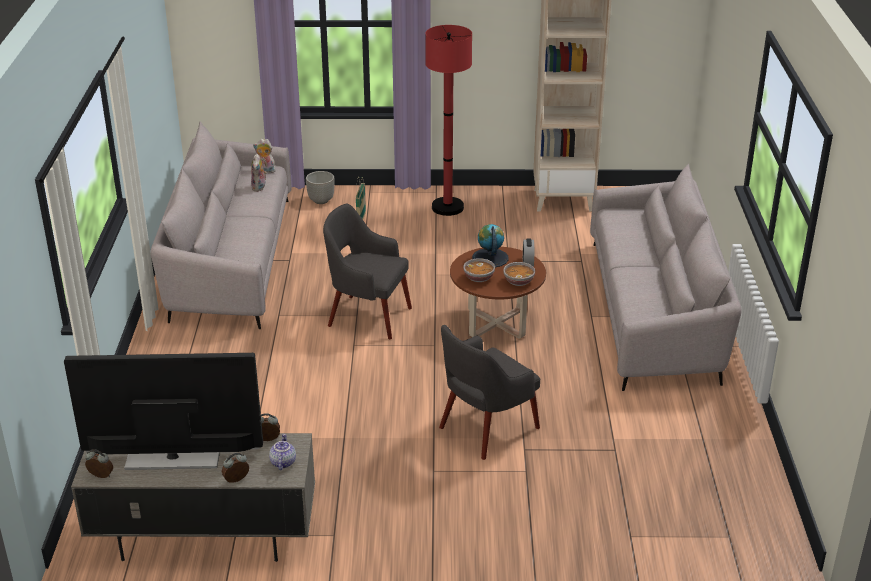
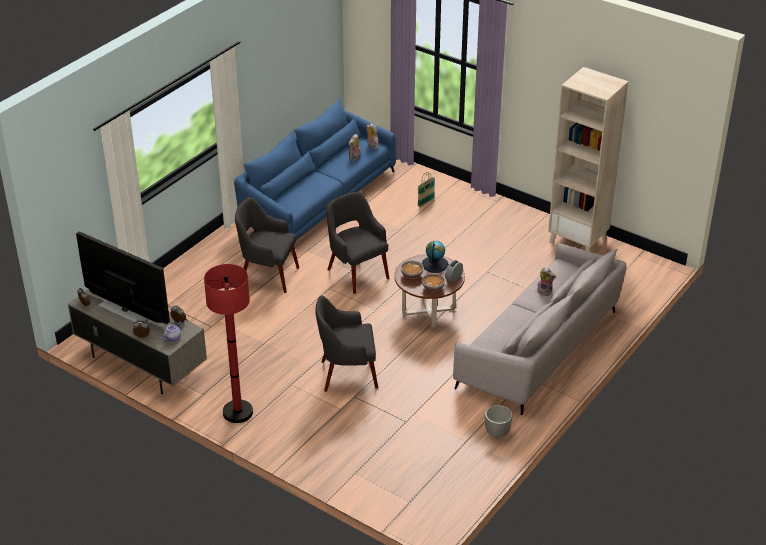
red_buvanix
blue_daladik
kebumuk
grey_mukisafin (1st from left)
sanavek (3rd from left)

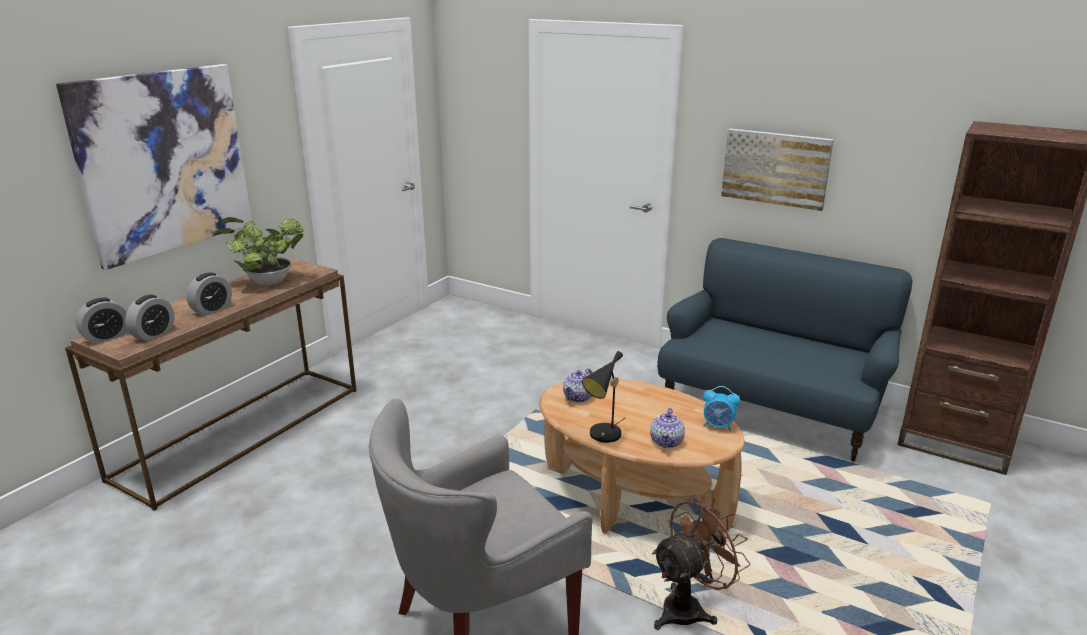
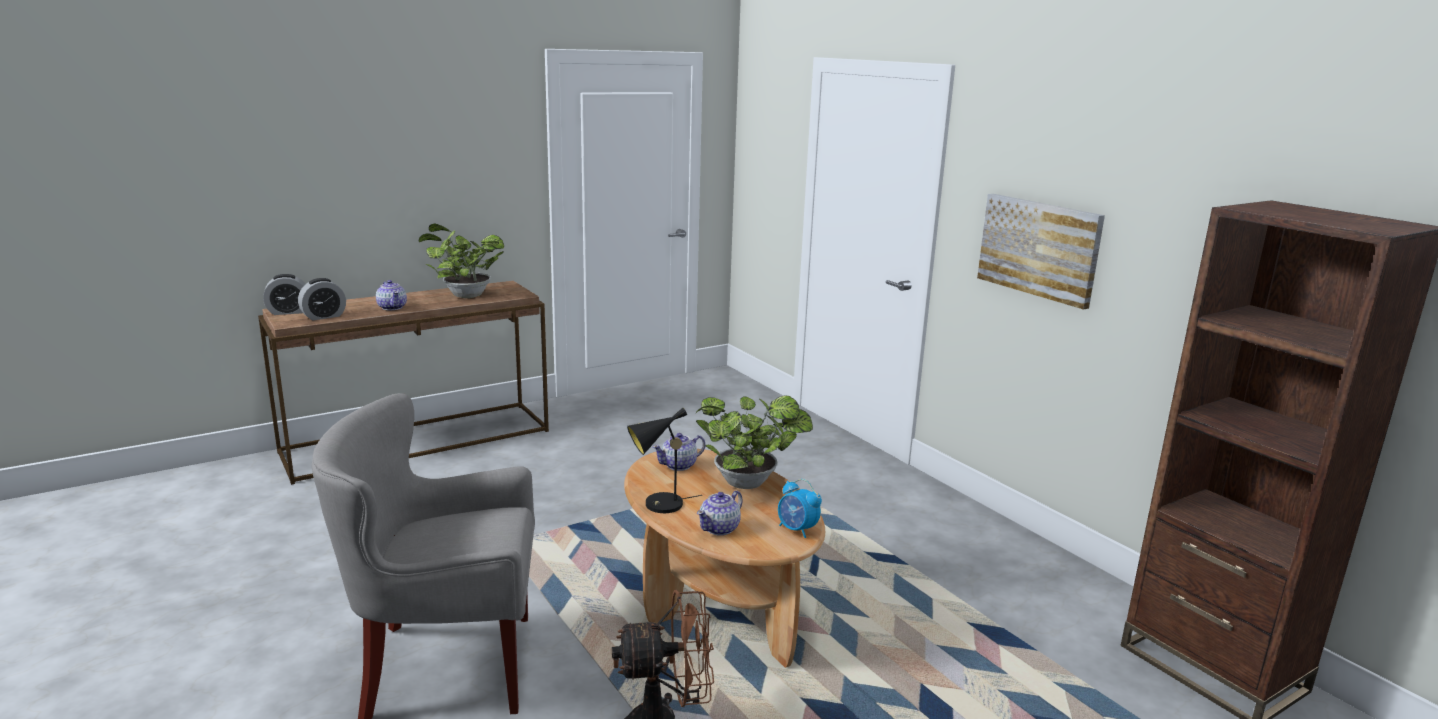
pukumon (1st from left in the first image)
blue_daladik
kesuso (1st from left)
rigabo (2nd from left)

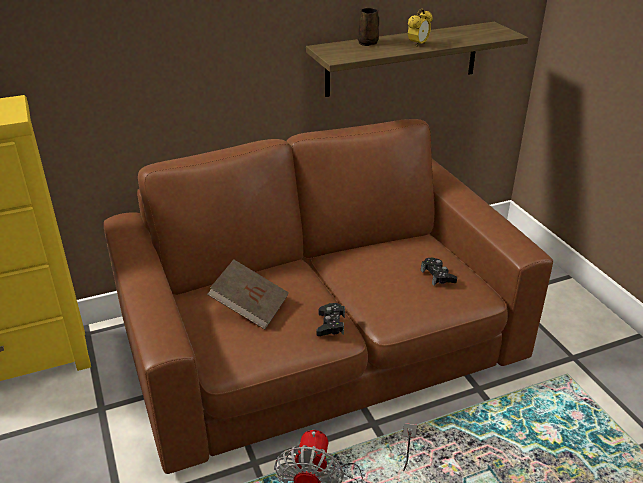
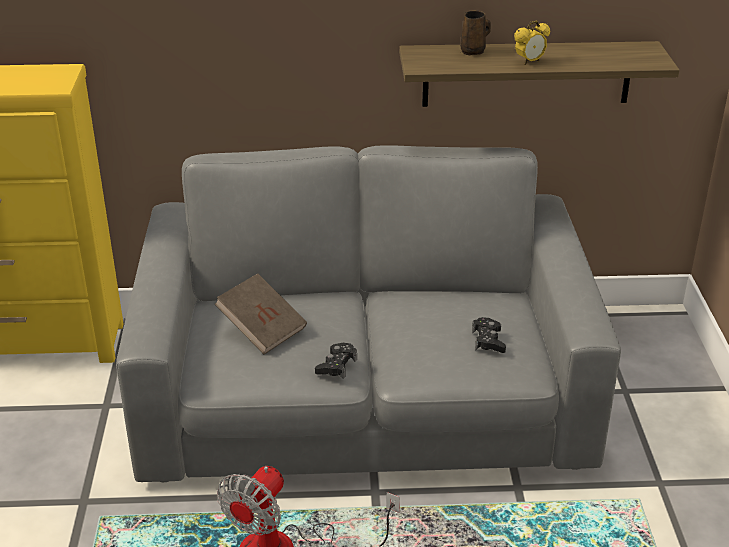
grey_daladik

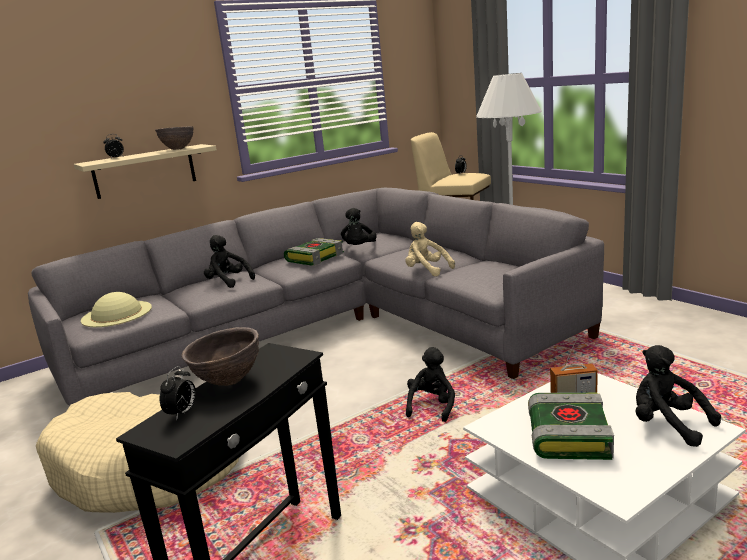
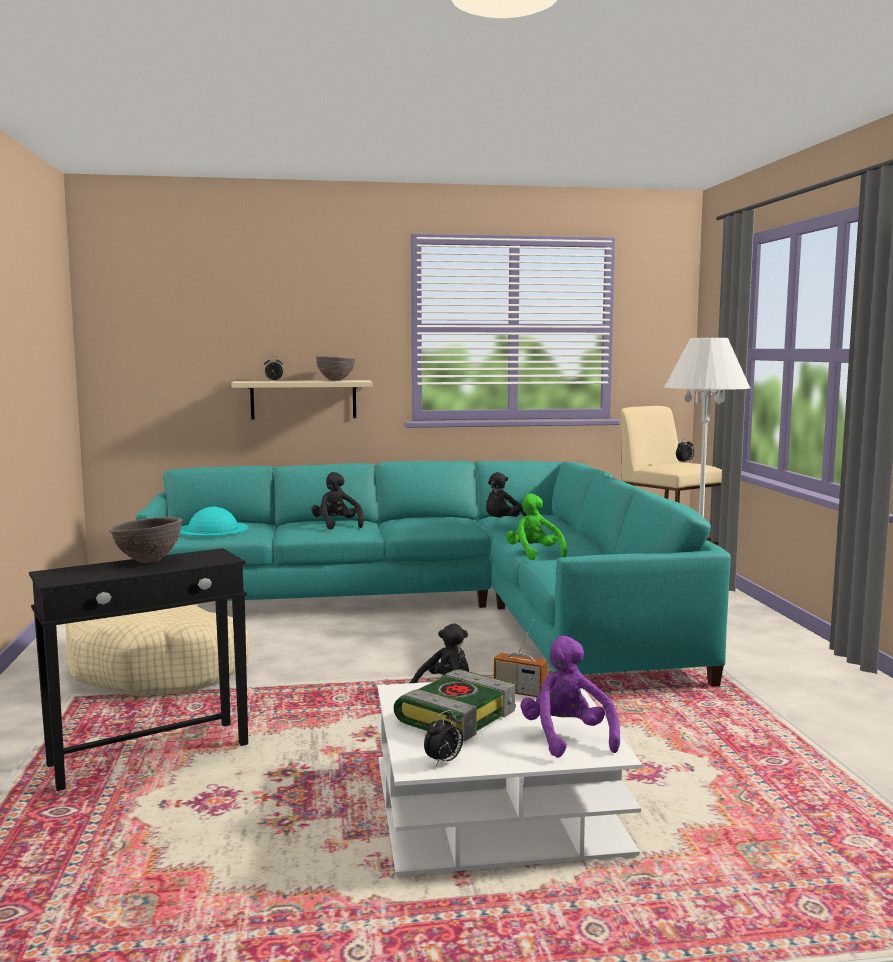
turquoise_daladik
green_sanavek
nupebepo (1st from left in the first image)
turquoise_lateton
purple_sanavek
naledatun (2nd from left)

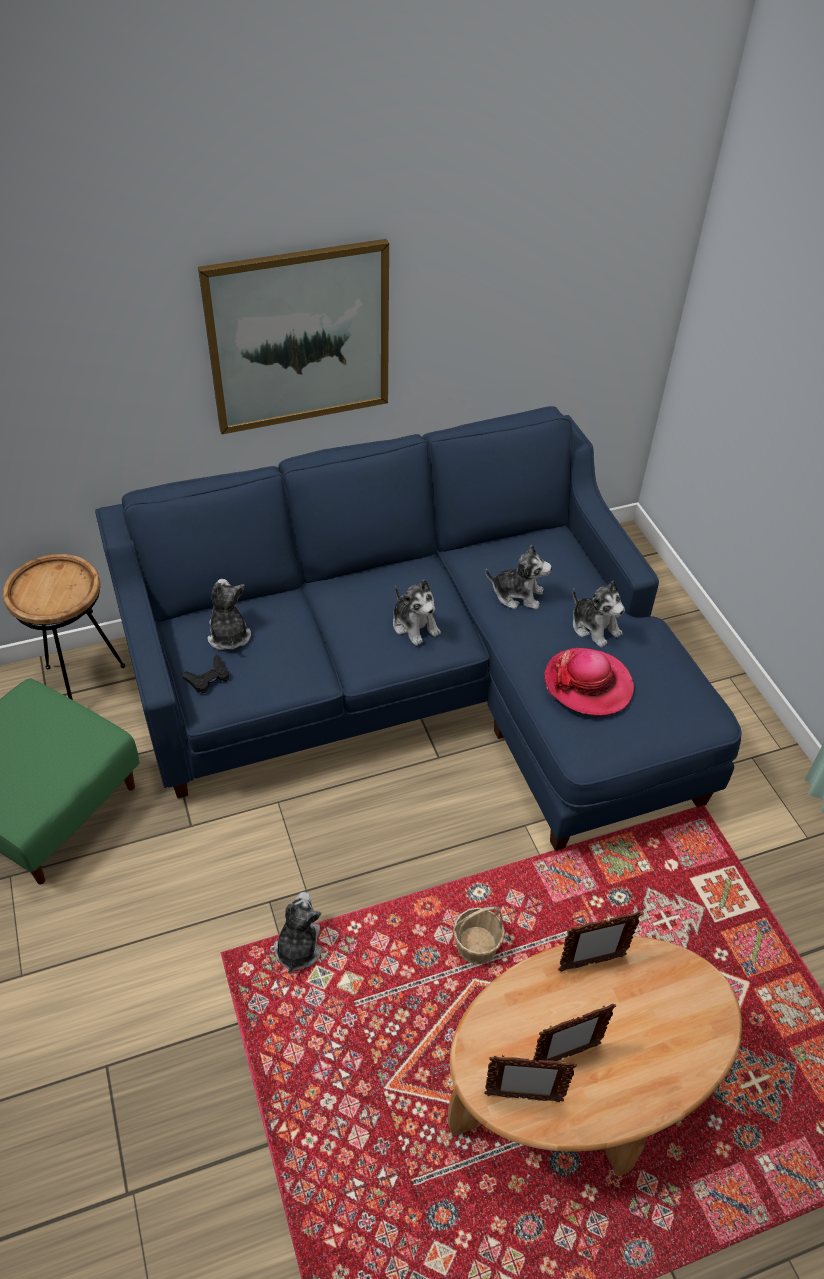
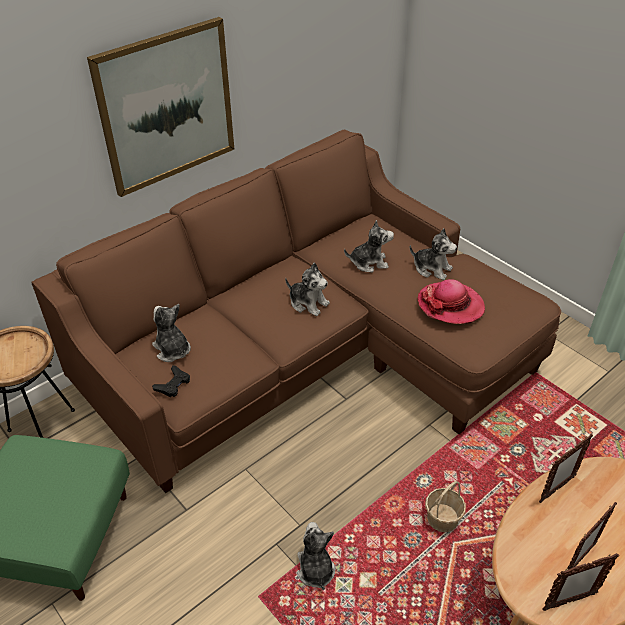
brown_daladik

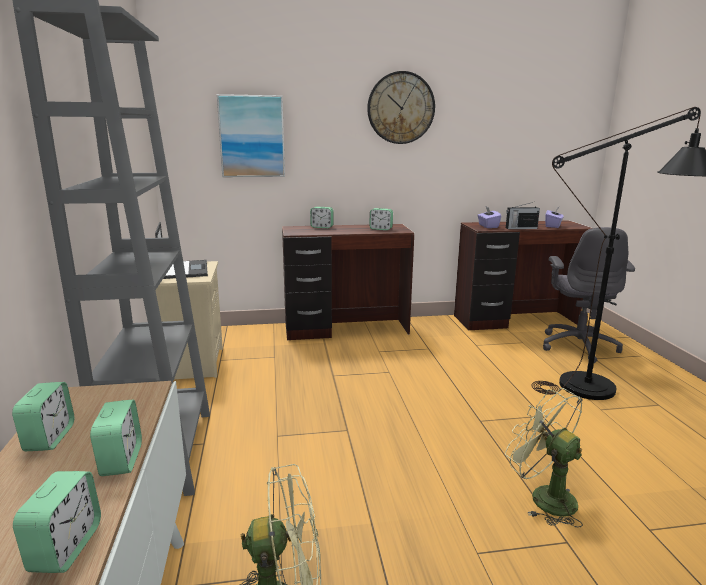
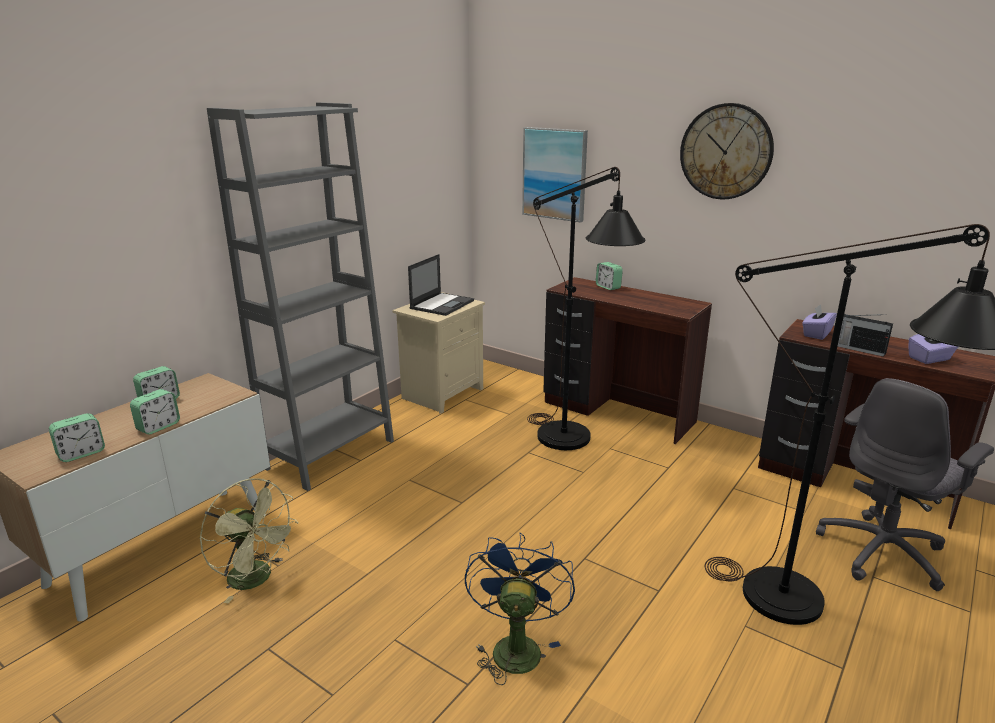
naledatun (5th from left in the first image)
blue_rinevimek
black_buvanix (1st from left)

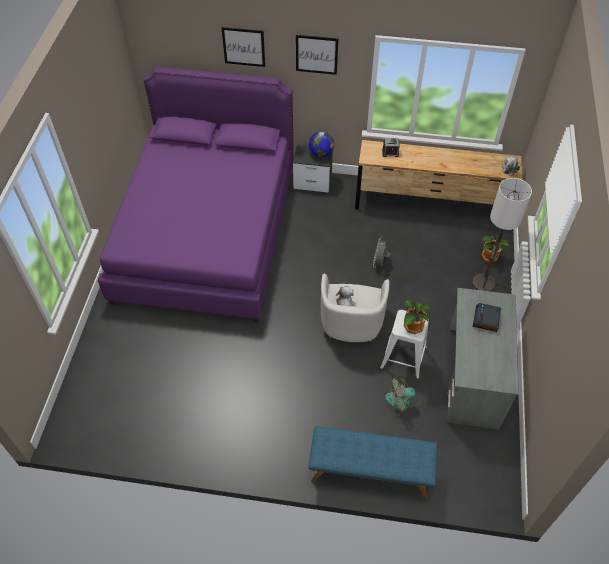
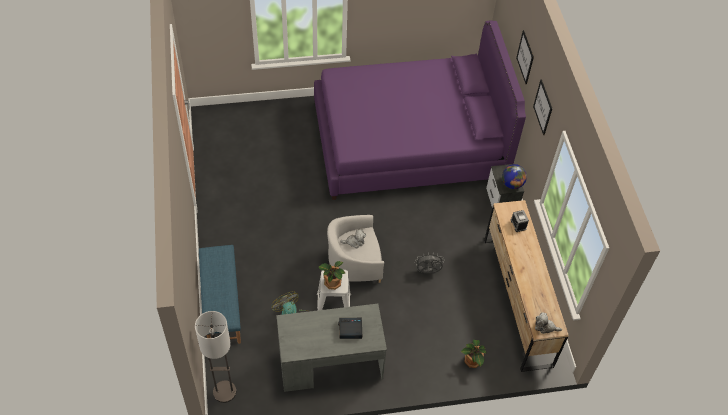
buvanix

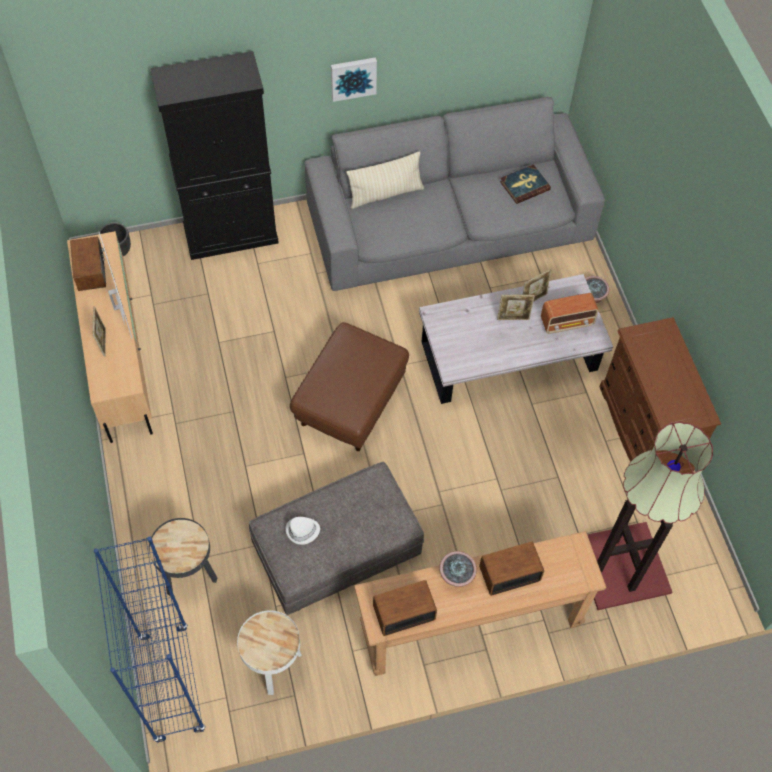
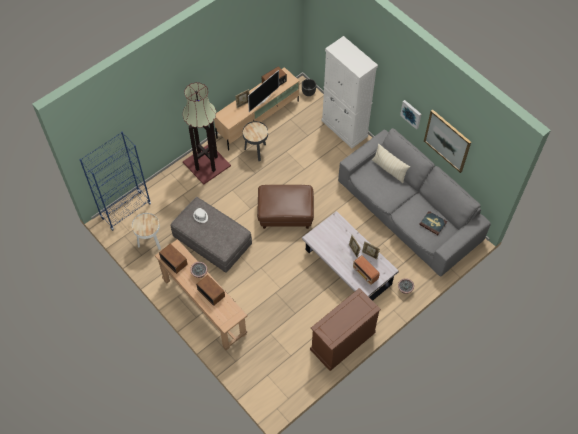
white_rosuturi
buvanix
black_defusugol
pukumon (2nd from left)

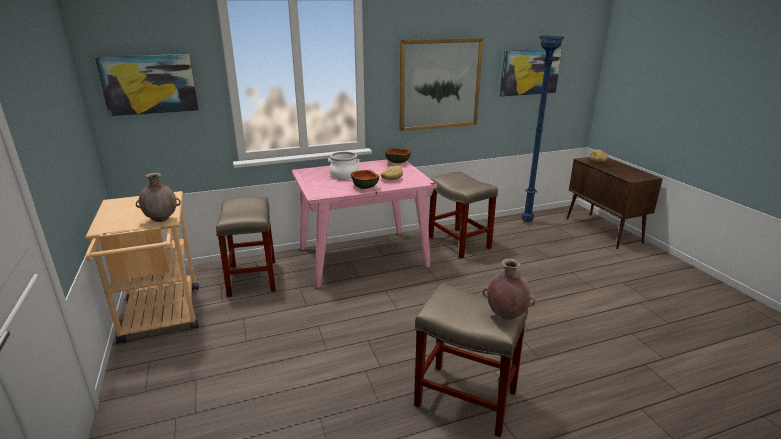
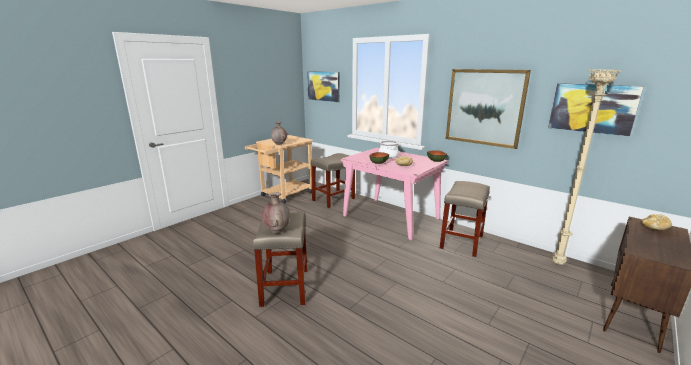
beige_buvanix

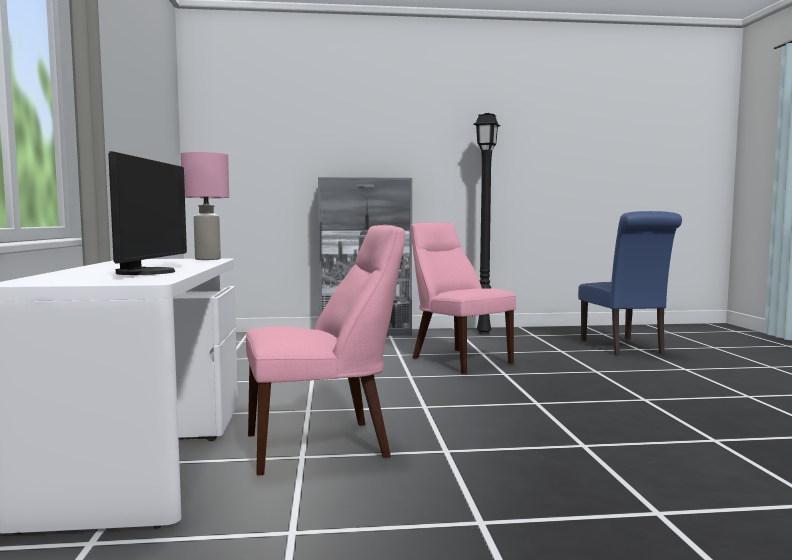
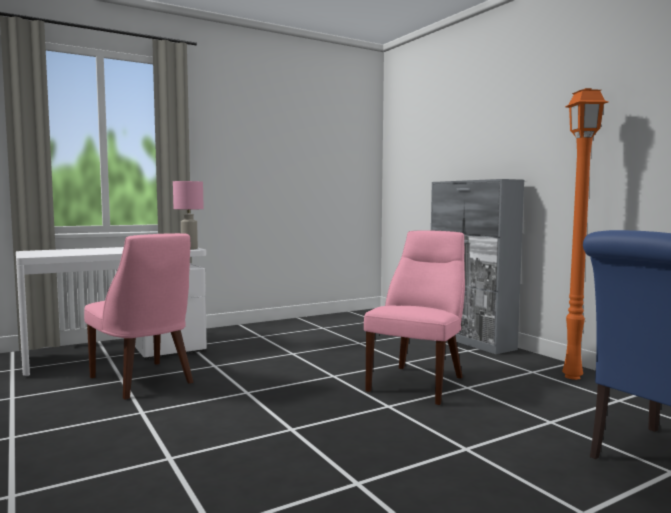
orange_buvanix
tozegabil

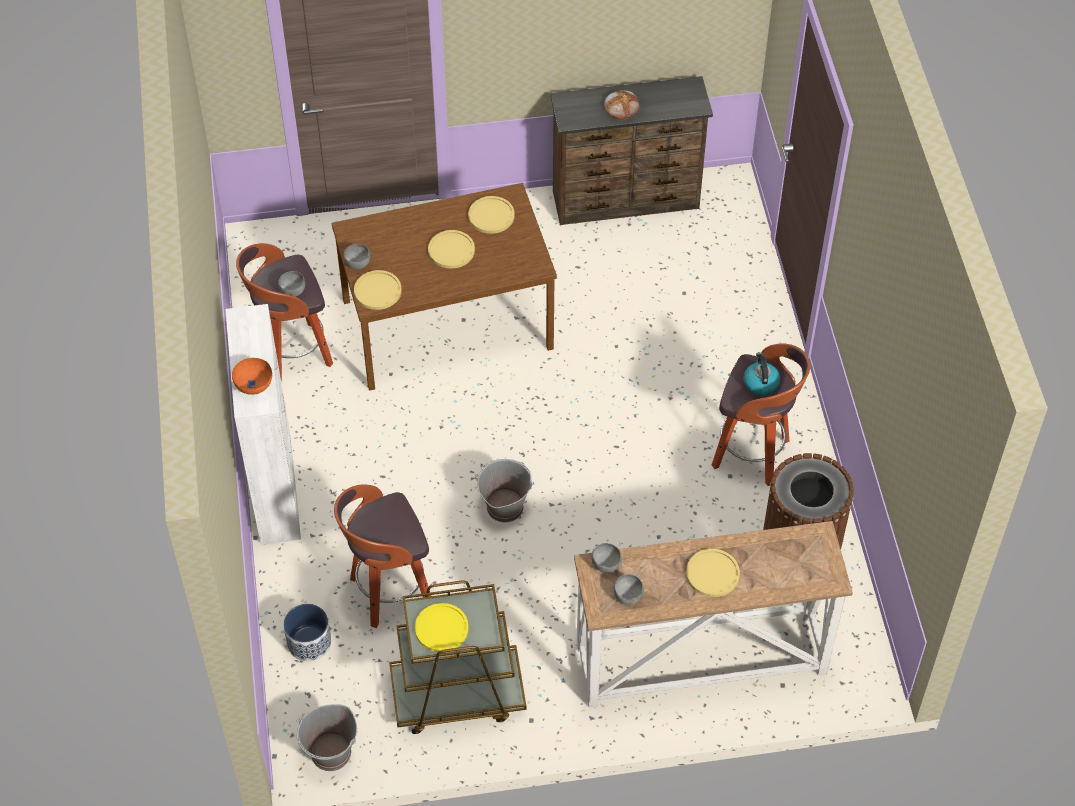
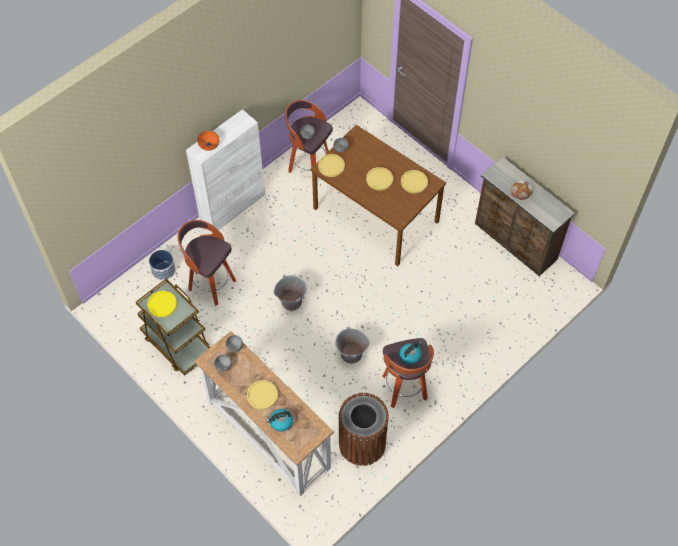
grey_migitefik (2nd from left)
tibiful (1st from left)

